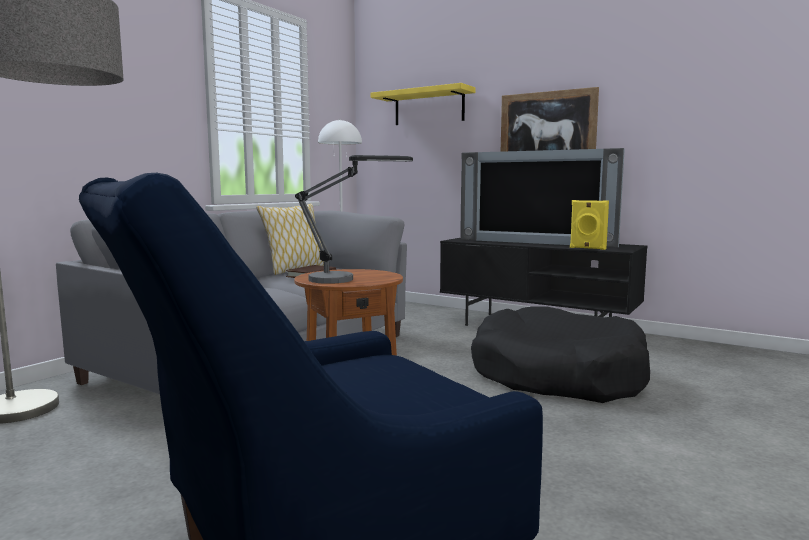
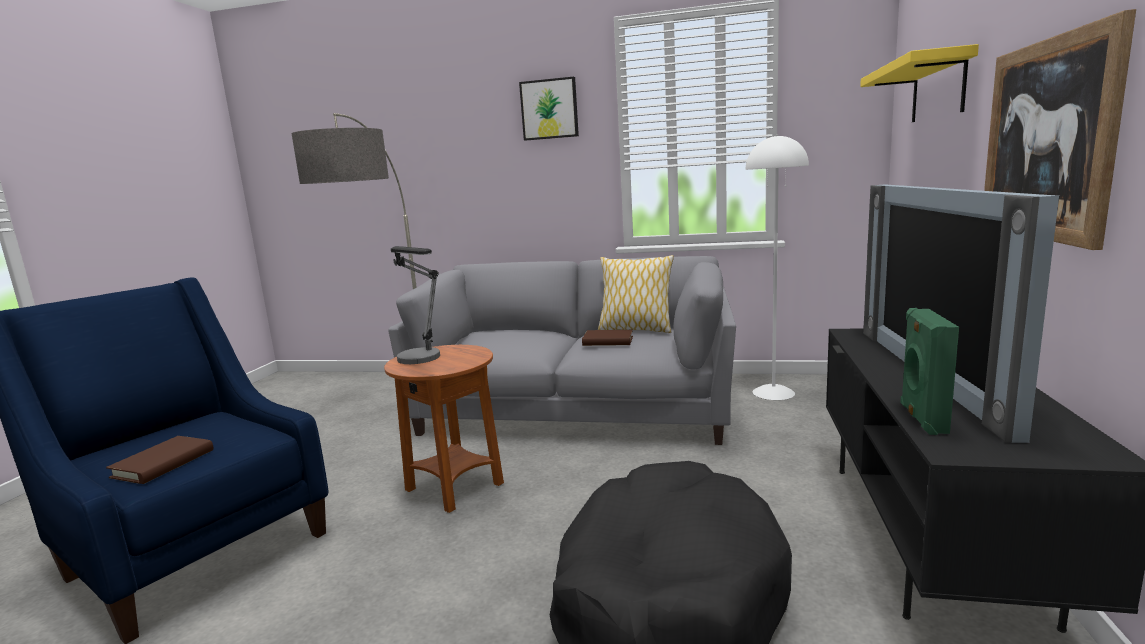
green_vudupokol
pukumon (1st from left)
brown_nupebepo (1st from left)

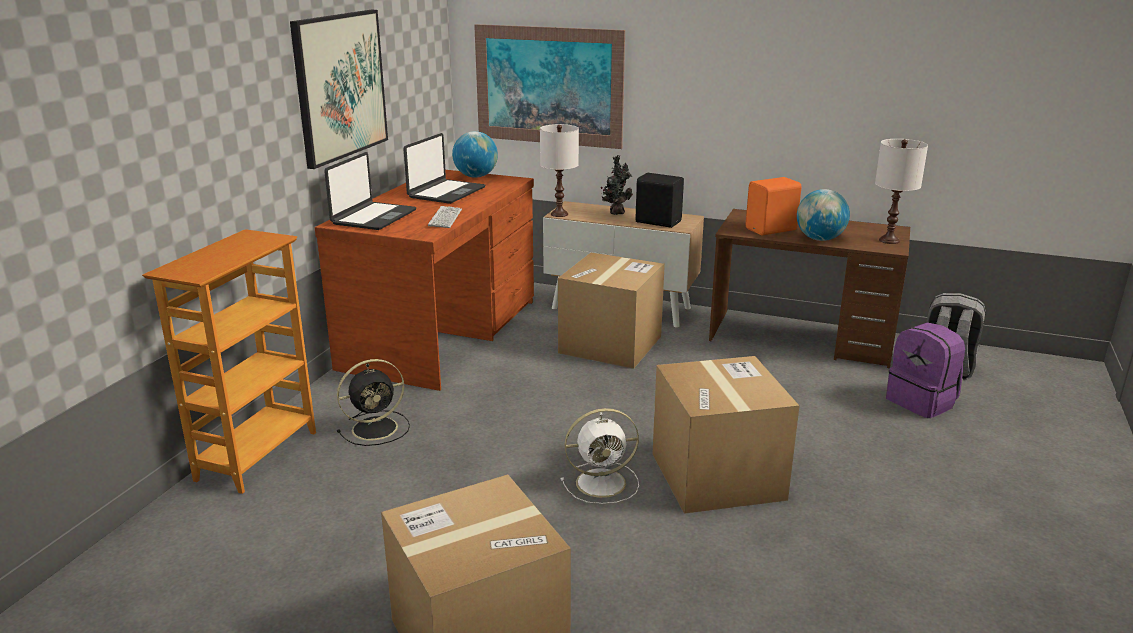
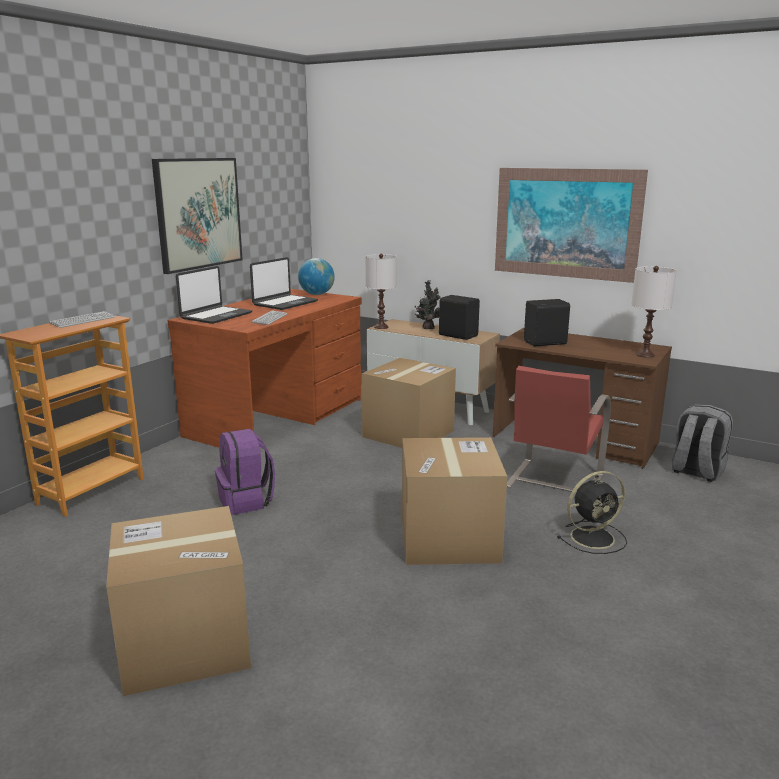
pukumon (2nd from left)
black_vudupokol (2nd from left)
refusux (2nd from left in the first image)
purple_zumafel
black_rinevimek
white_rinevimek
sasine (1st from left)
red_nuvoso

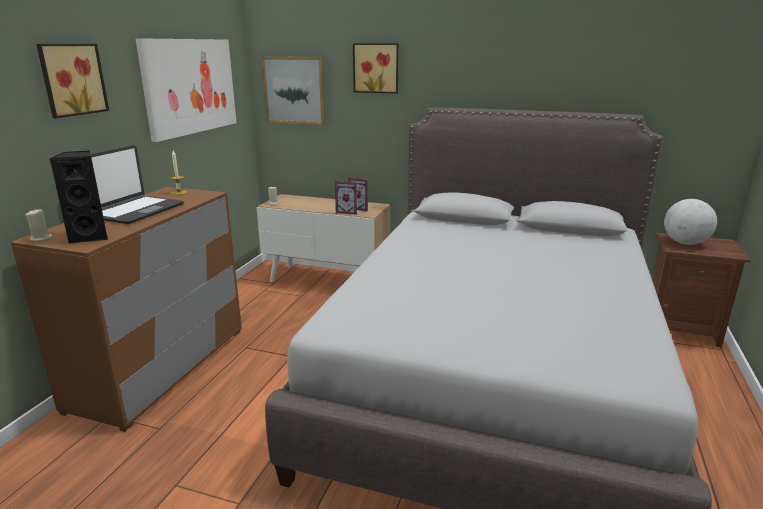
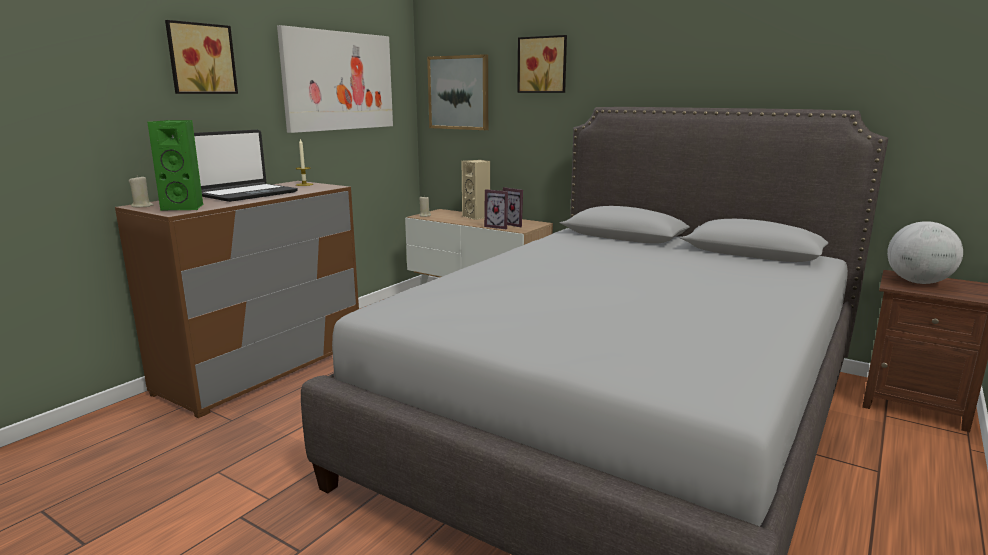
green_vudupokol
beige_vudupokol

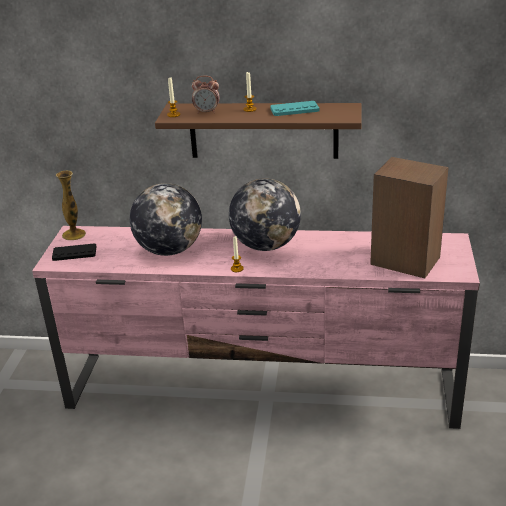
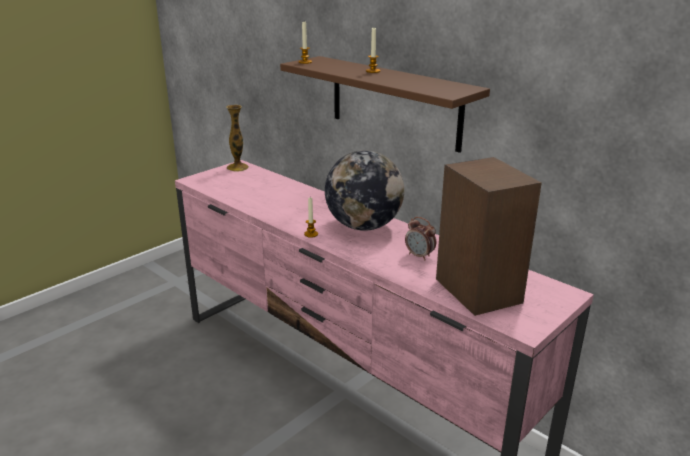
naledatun
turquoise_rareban
refusux (1st from left in the first image)
black_rareban

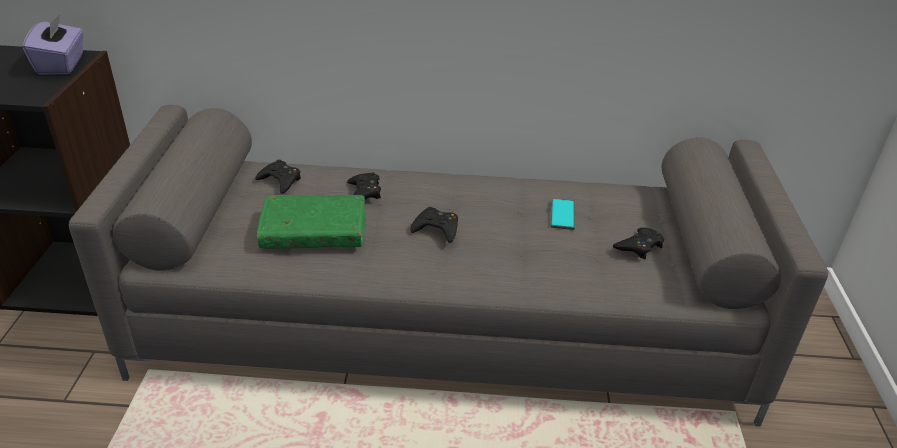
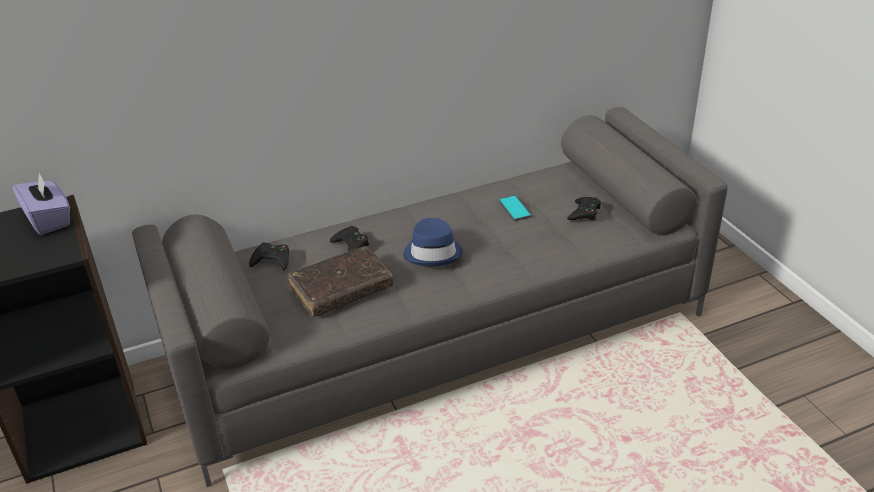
brown_nupebepo
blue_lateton

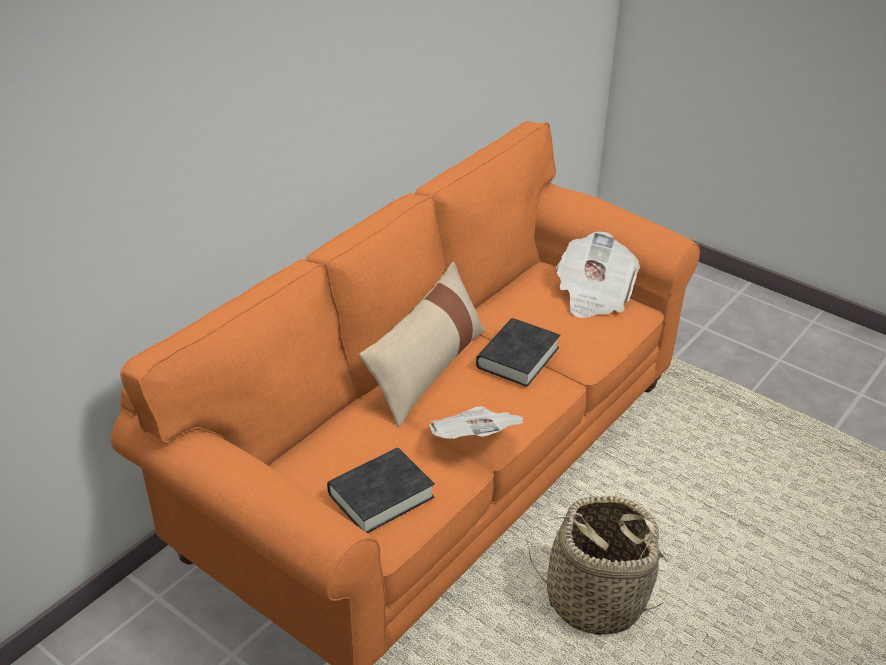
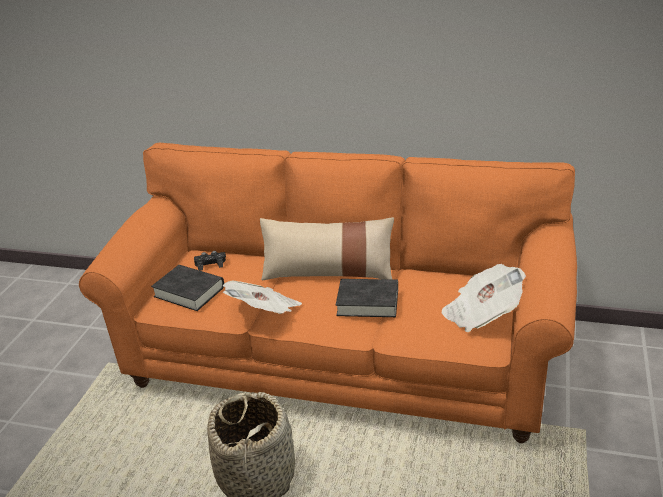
black_rareban

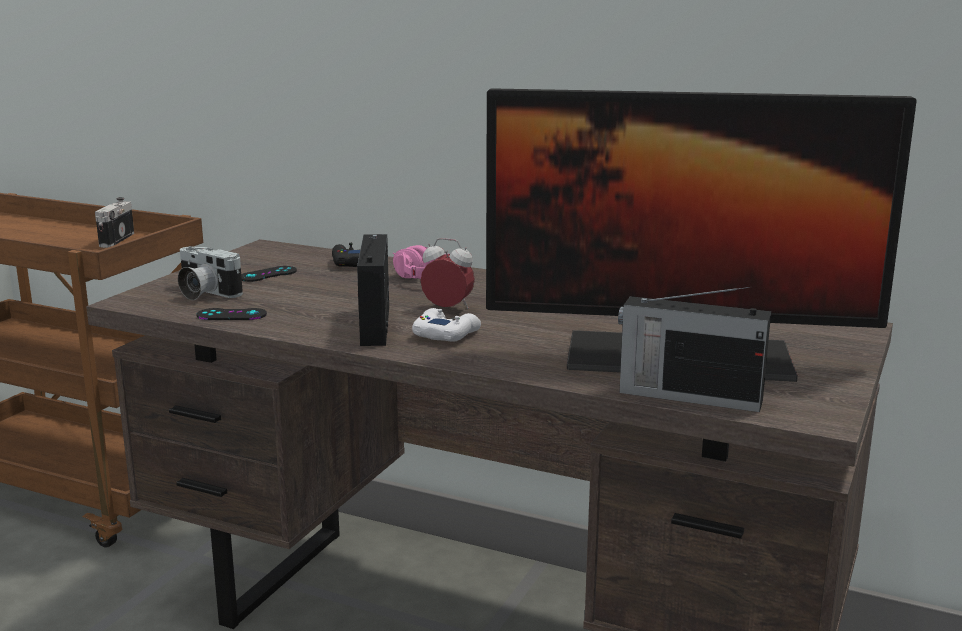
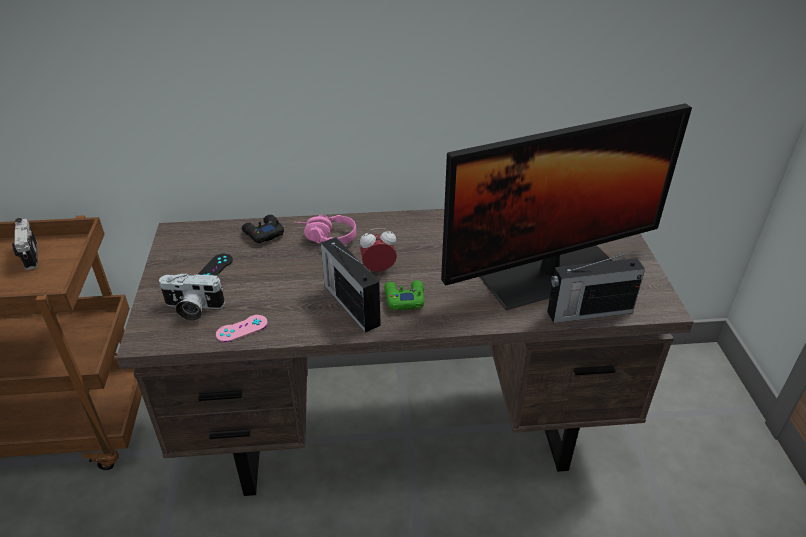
pink_rareban
green_rareban

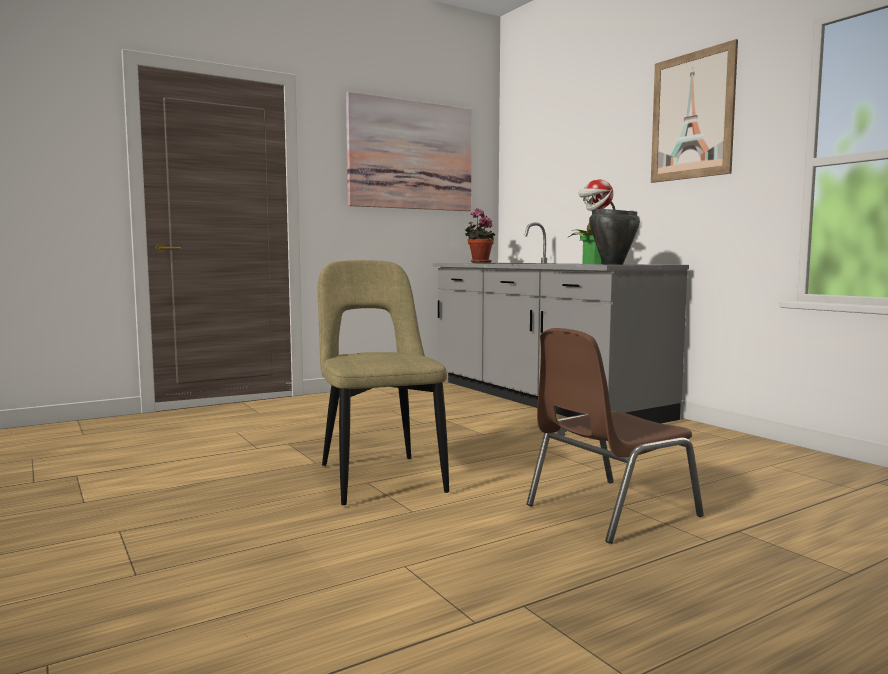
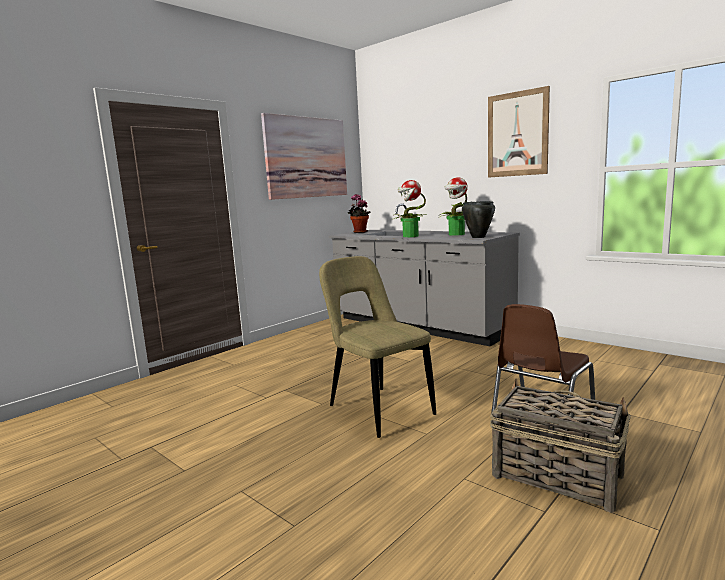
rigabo (2nd from left)
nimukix

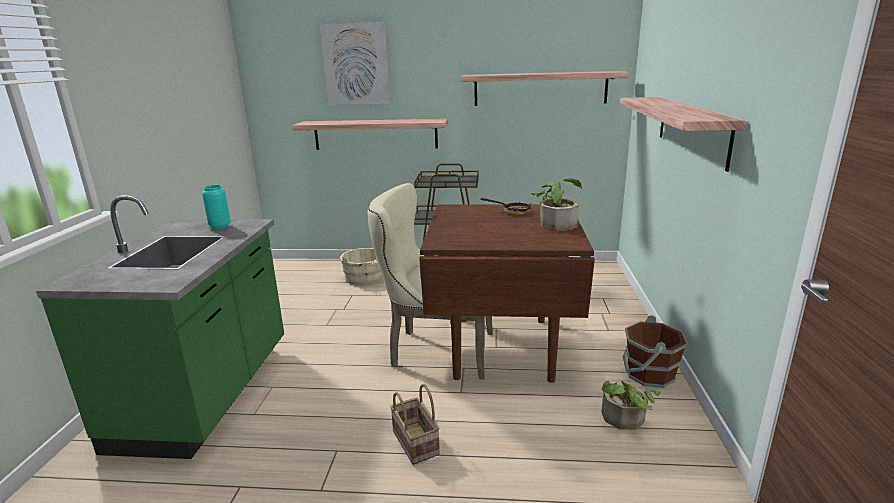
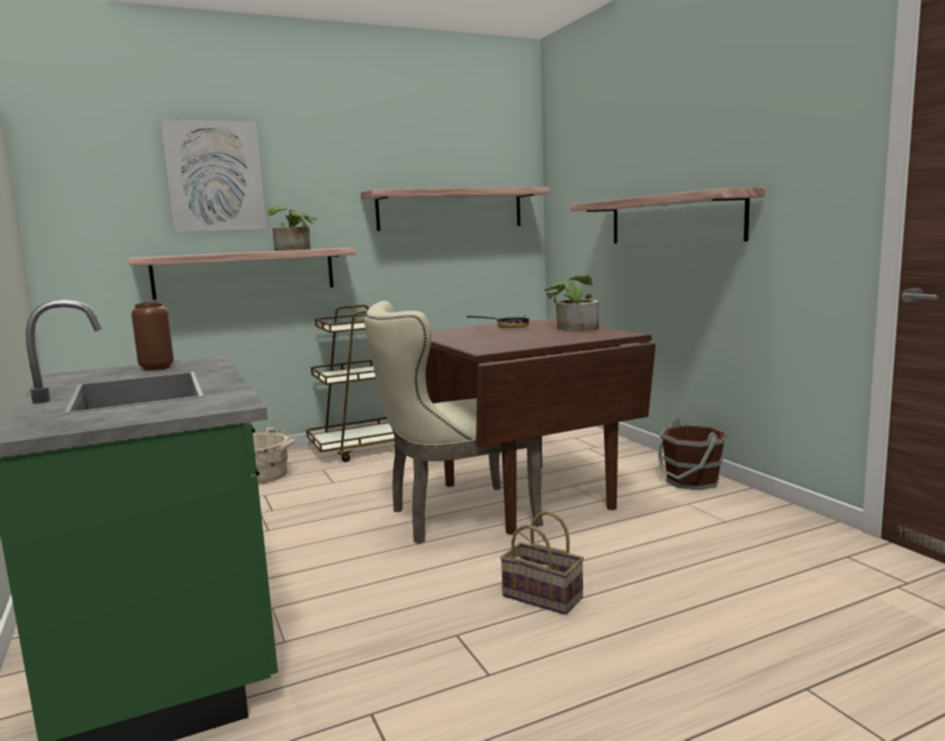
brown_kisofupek
rigabo (1st from left)

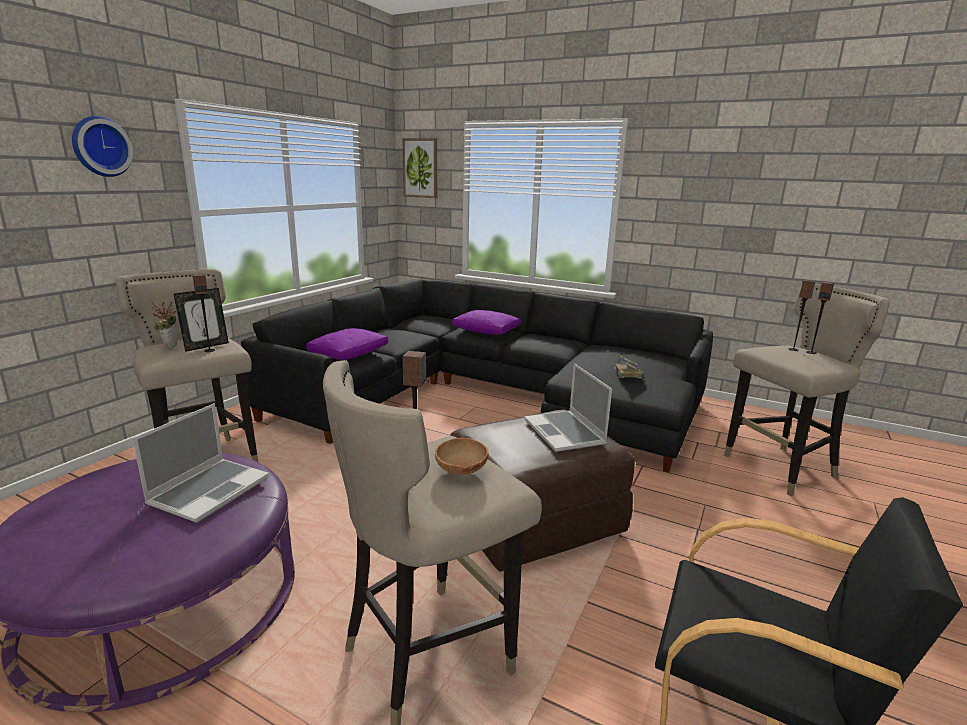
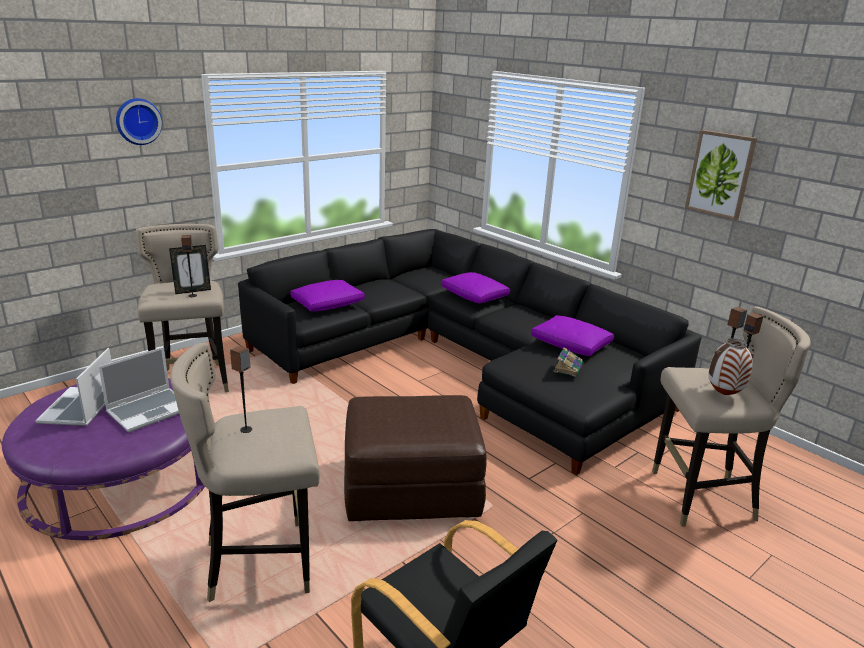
pukumon
rigabo
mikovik (1st from left)
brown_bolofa
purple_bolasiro (3rd from left)
kisofupek

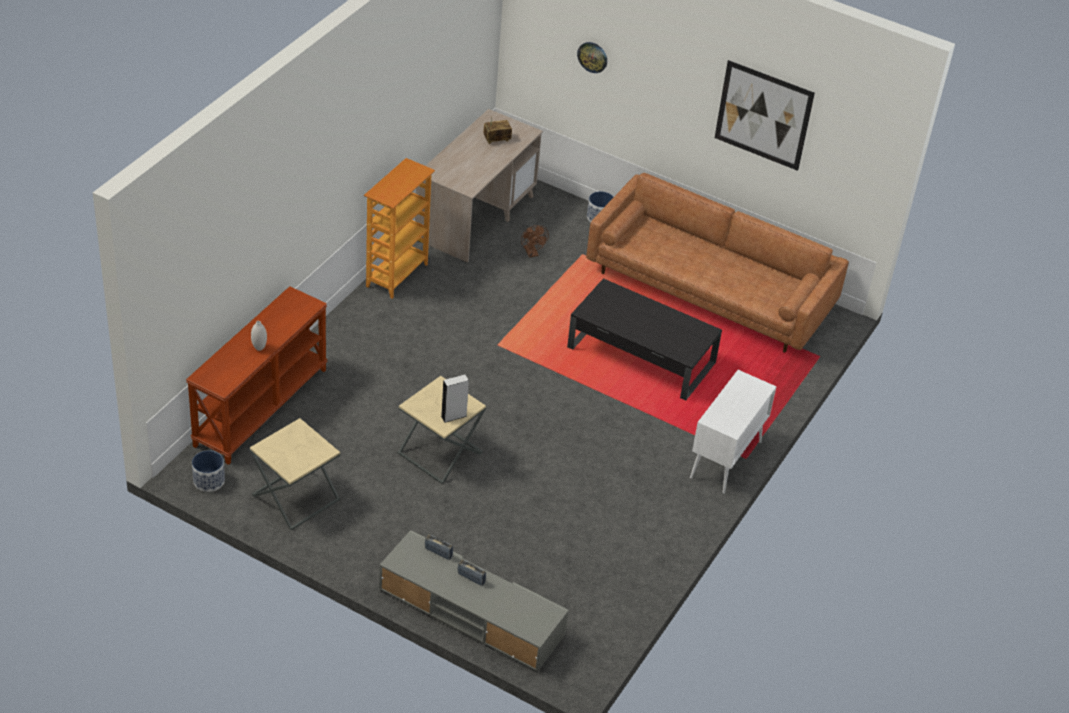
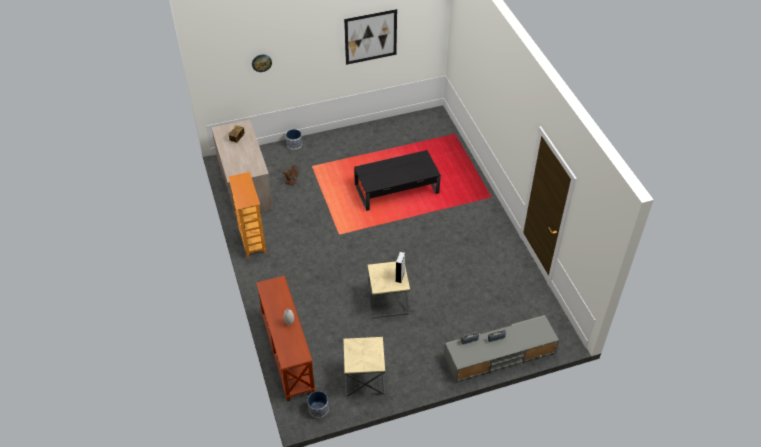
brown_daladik
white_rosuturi

